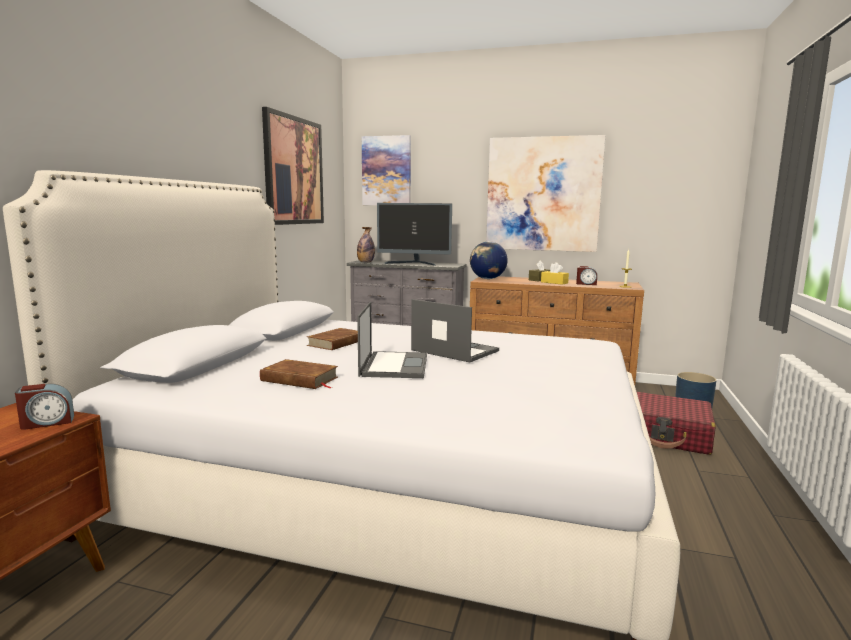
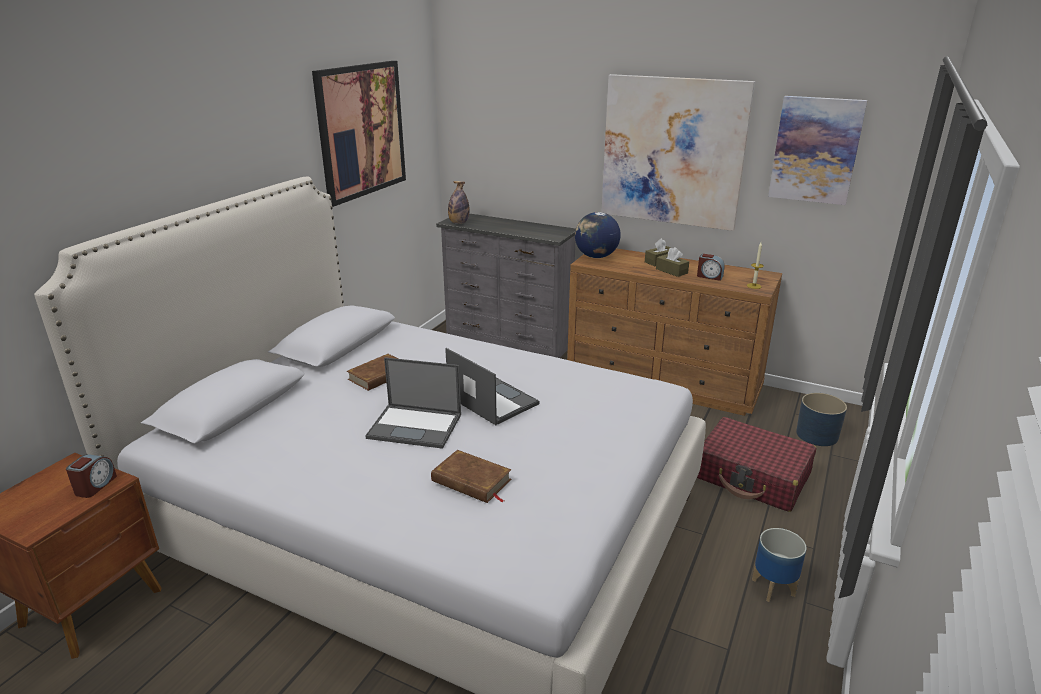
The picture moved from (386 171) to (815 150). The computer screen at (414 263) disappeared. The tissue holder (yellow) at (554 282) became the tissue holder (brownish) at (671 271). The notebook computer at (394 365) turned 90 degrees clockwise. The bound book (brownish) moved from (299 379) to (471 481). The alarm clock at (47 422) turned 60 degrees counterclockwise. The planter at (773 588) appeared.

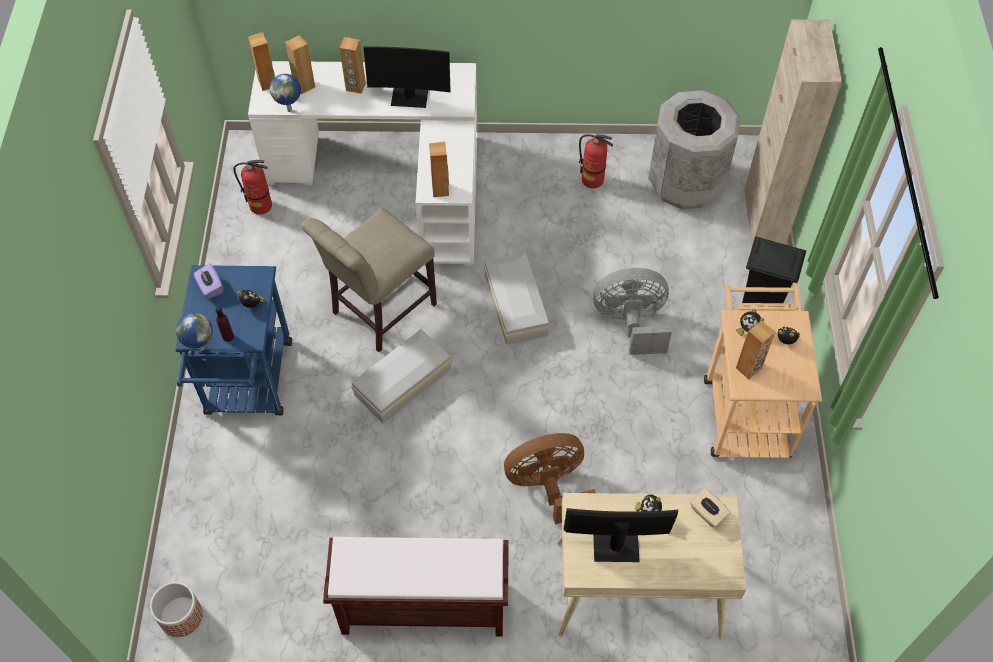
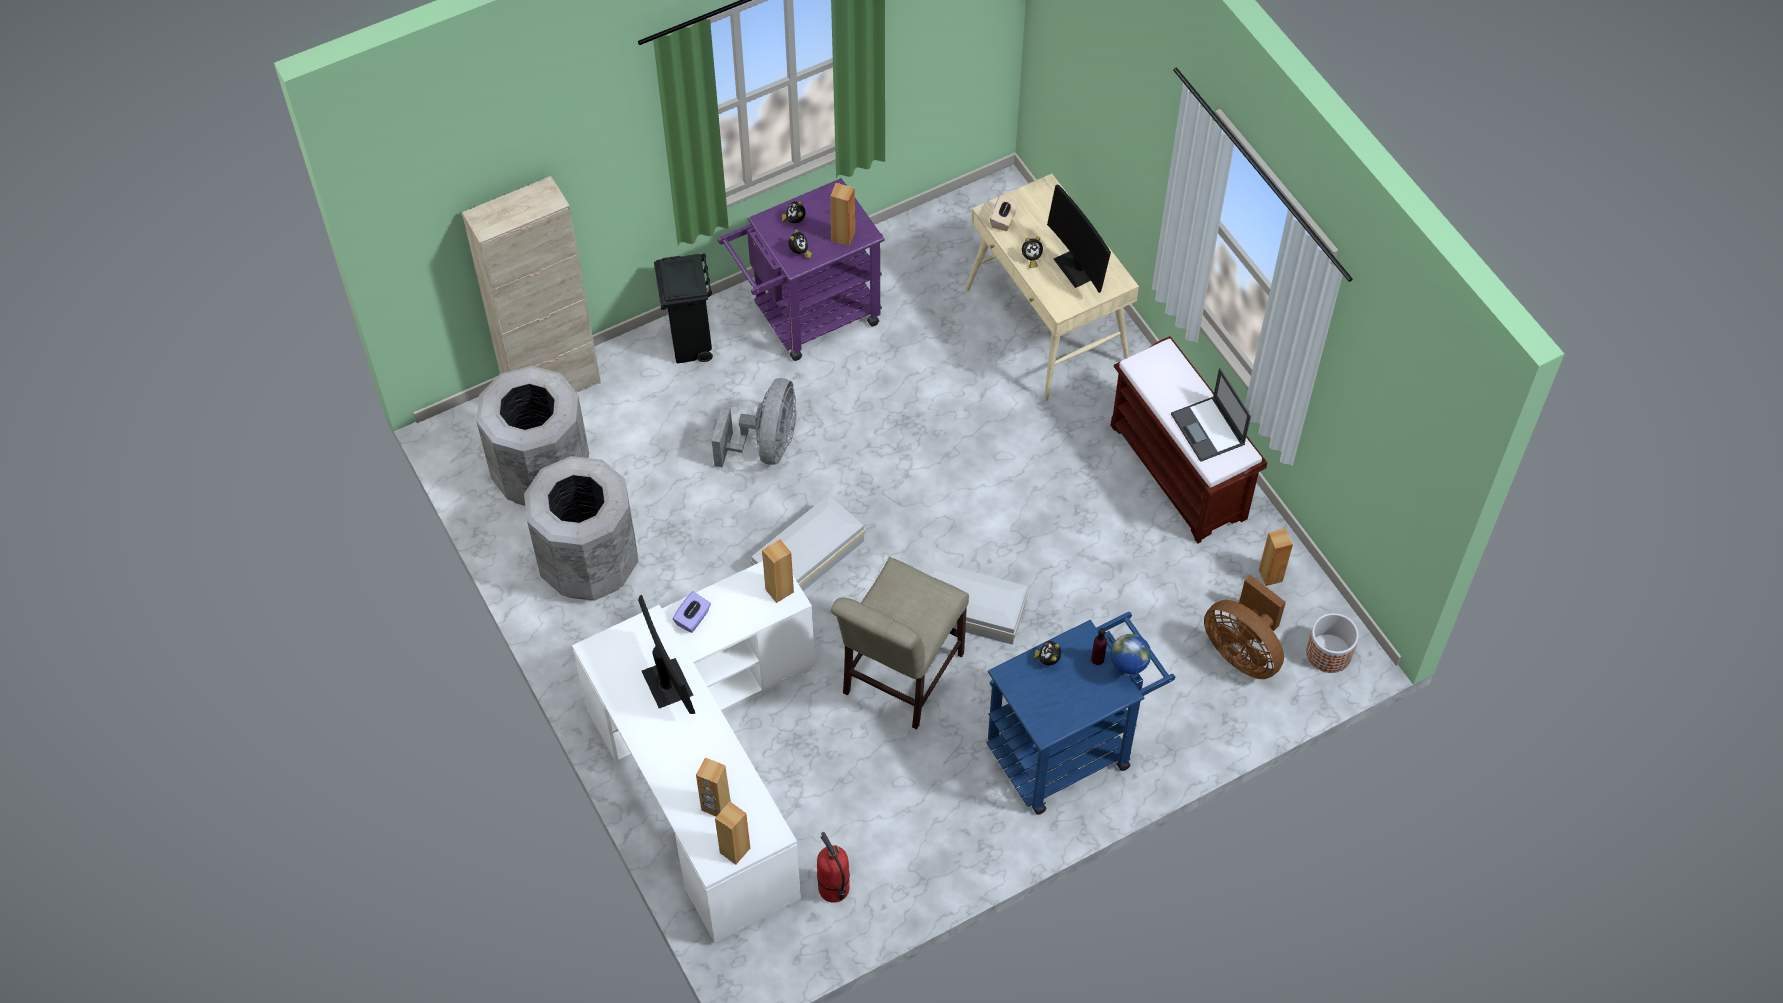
The speaker (brownish) moved from (355 87) to (1271 575). The globe at (290 109) disappeared. The extinguisher at (592 180) was replaced by the rubbish bin (greyish) at (588 564). The upright chair (beige) at (379 311) turned 105 degrees clockwise. The tissue holder (purple-coloured) moved from (210 287) to (693 619). The electric fan (greyish) at (631 323) turned 135 degrees counterclockwise. The wheeled cart (beige) at (745 408) became the wheeled cart (purple-coloured) at (807 318). The electric fan (brownish) moved from (548 486) to (1243 652). The notebook computer at (1208 430) appeared.

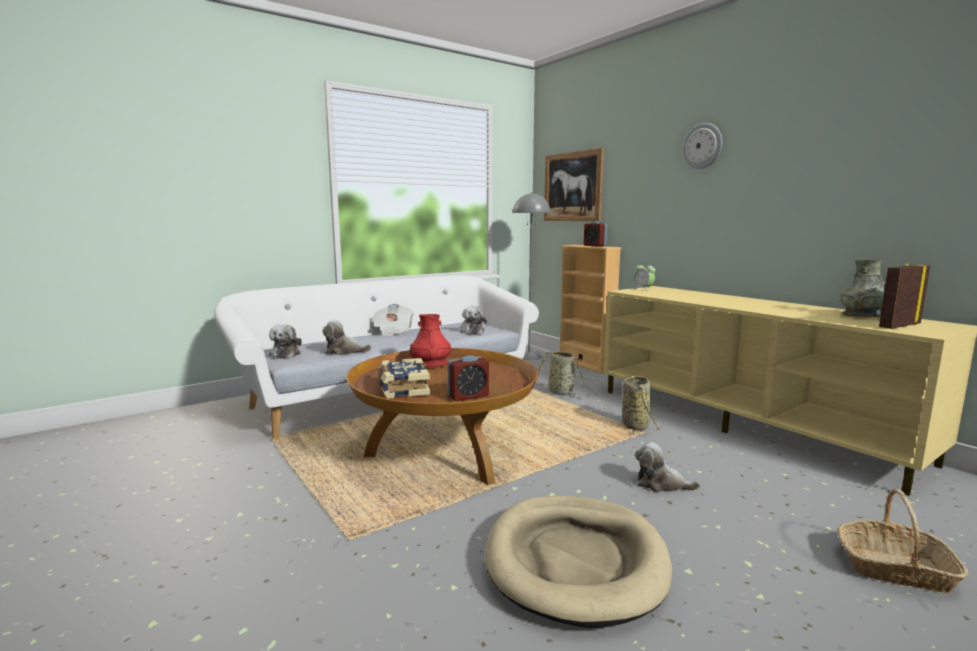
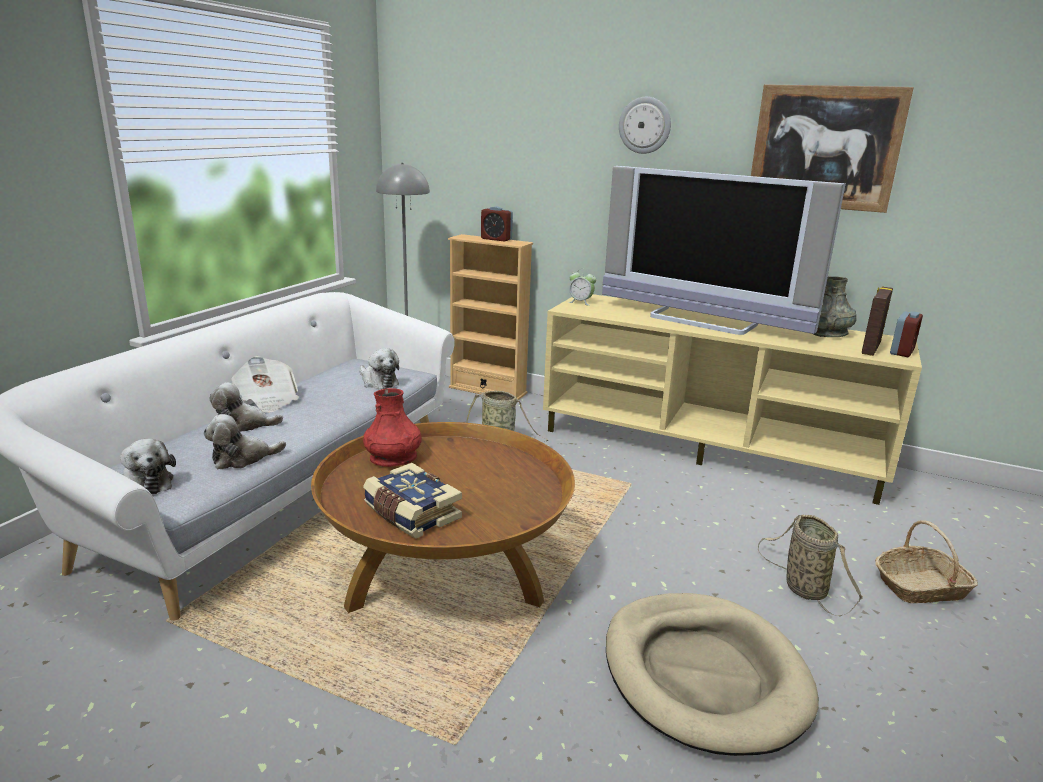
The picture moved from (572 187) to (825 148). The alarm clock moved from (468 396) to (902 352). The household basket moved from (635 425) to (802 587). The plush toy moved from (661 484) to (243 425). The television at (702 321) appeared.

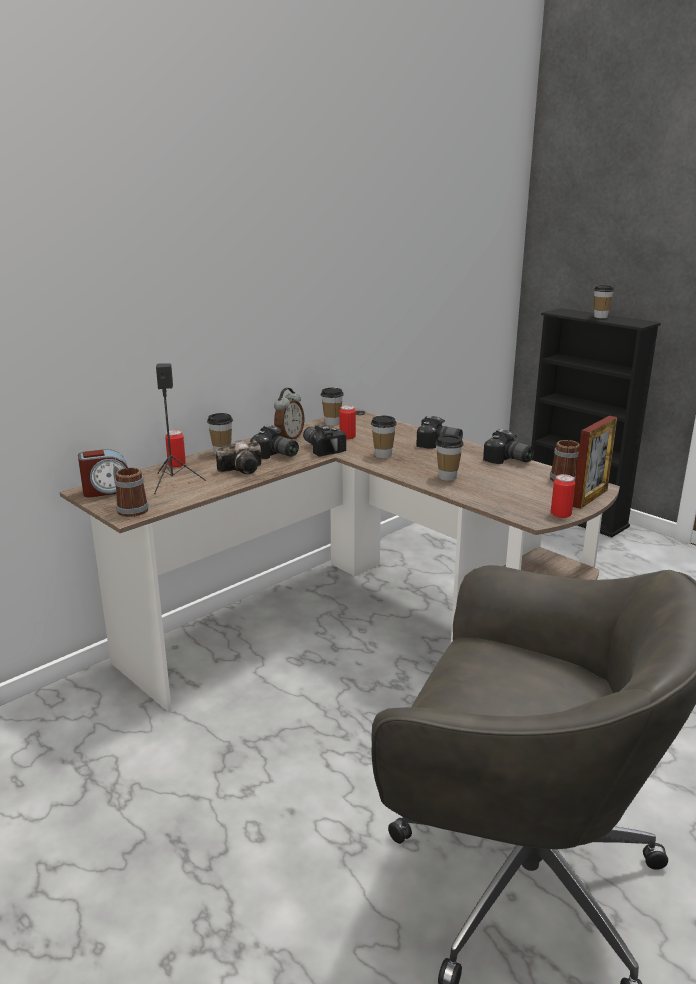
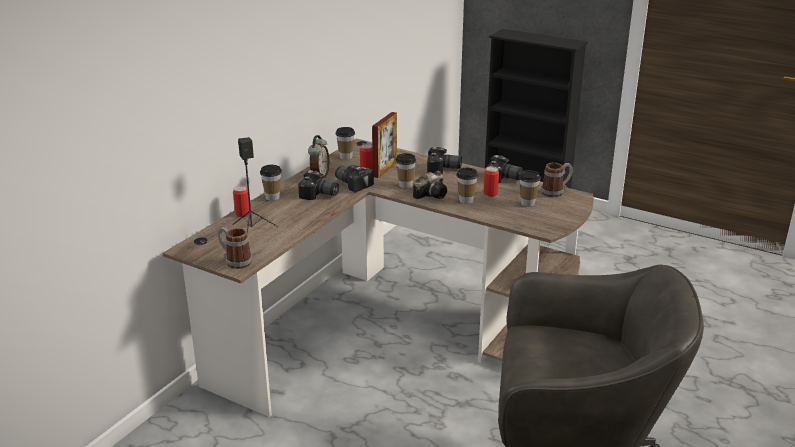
The cup moved from (600 317) to (527 203). The picture frame moved from (590 498) to (385 169). The still camera moved from (244 469) to (432 194). The alarm clock at (107 490) disappeared. The metal can moved from (561 514) to (490 193).

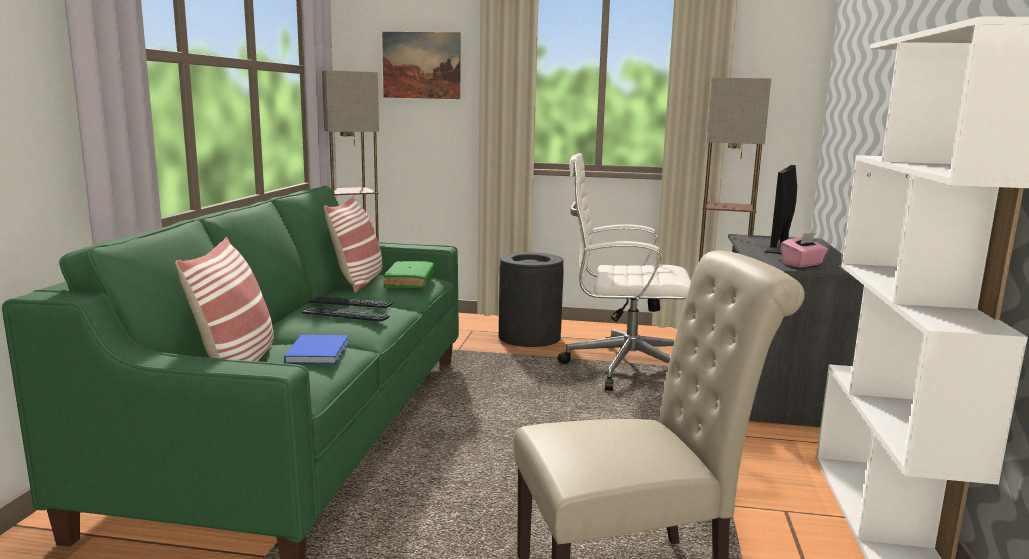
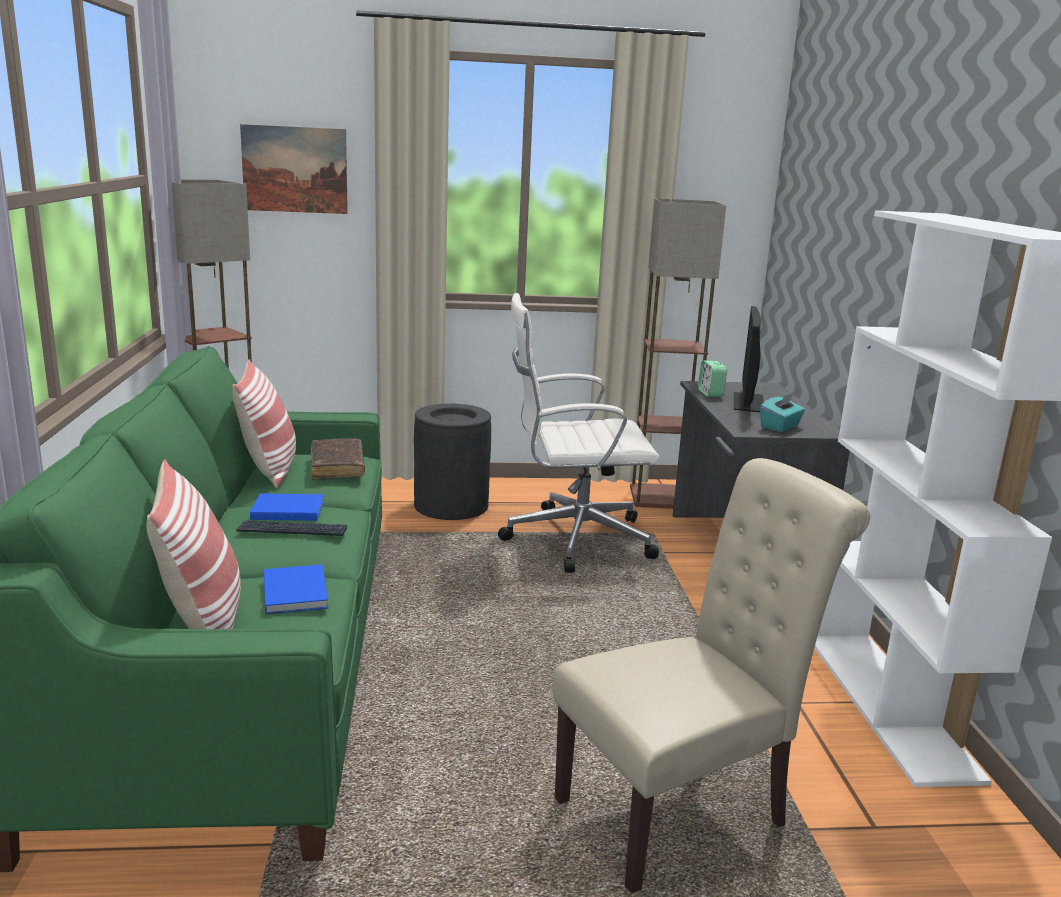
The tissue holder (pinkish) at (802 264) became the tissue holder (turquoise) at (780 427). The bound book (green) at (410 282) became the bound book (brownish) at (337 467). The PC keyboard at (350 304) was replaced by the bound book (blue-coloured) at (286 510). The alarm clock at (710 393) appeared.

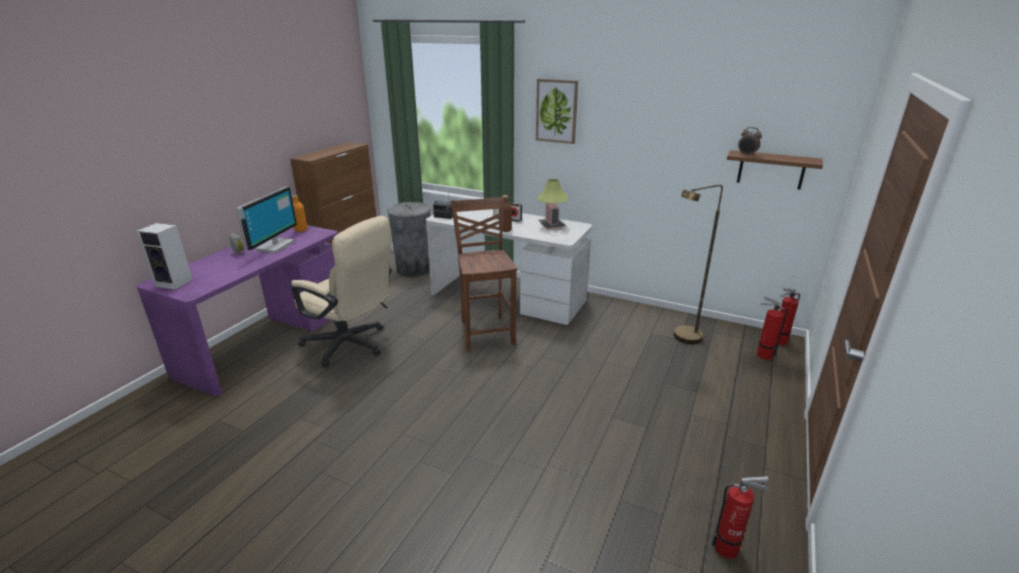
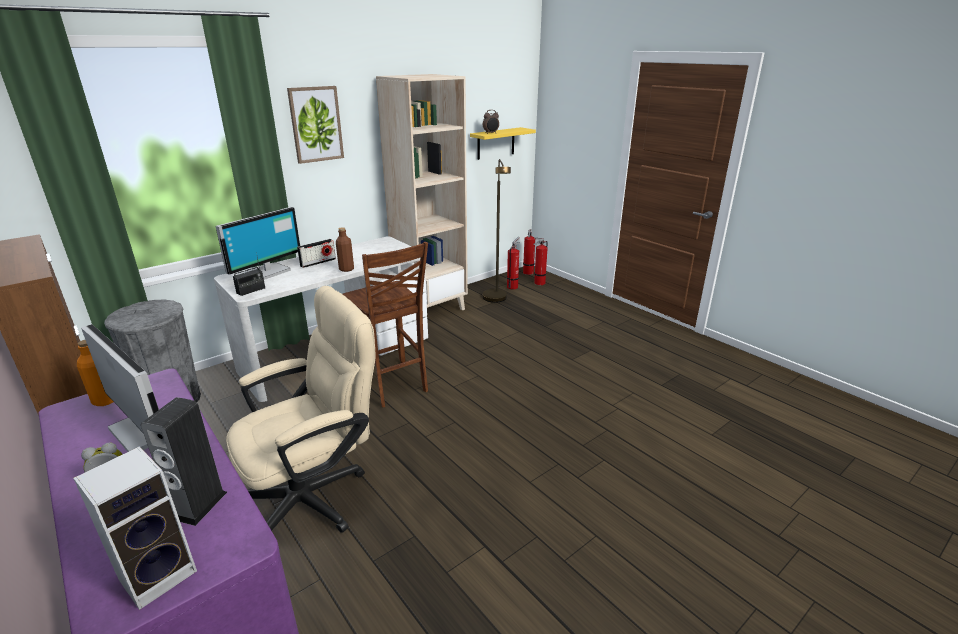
The wall shelf (brownish) at (771 170) became the wall shelf (yellow) at (496 143). The tabletop lamp at (551 225) disappeared. The upright chair (brownish) at (486 332) turned 135 degrees counterclockwise. The extinguisher moved from (729 548) to (513 286). The shelving unit (beige) at (431 309) appeared. The computer screen at (267 272) appeared. The speaker at (199 505) appeared.

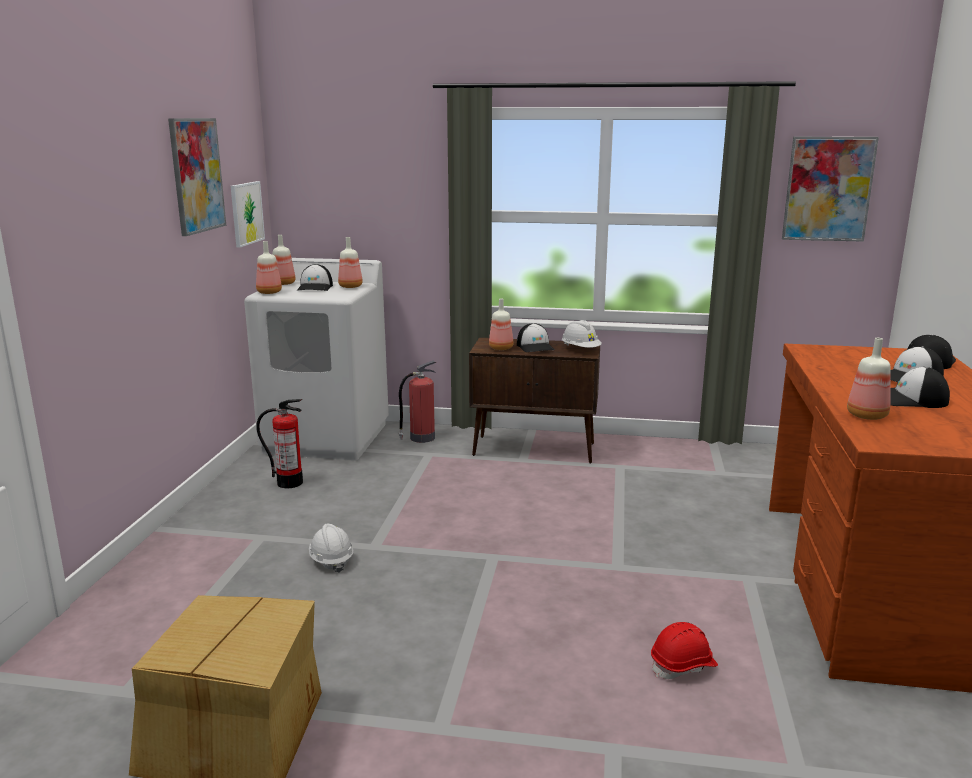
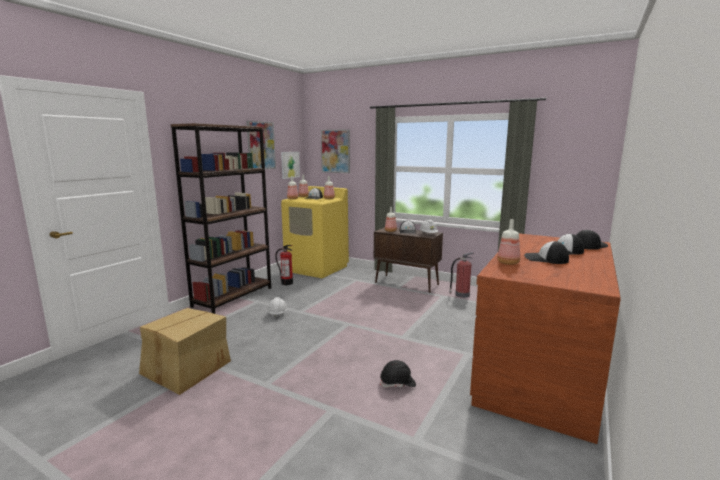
The picture moved from (828 189) to (335 151). The laundry machine (white-coloured) at (327 438) became the laundry machine (yellow) at (317 268). The extinguisher moved from (421 438) to (461 295). The hard hat (red) at (683 666) became the hard hat (black) at (398 384). The shelving unit (brownish) at (233 297) appeared.

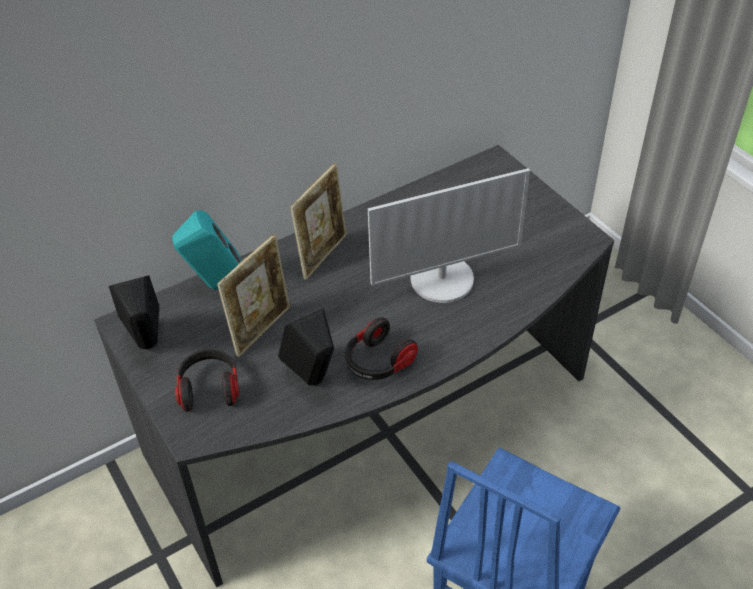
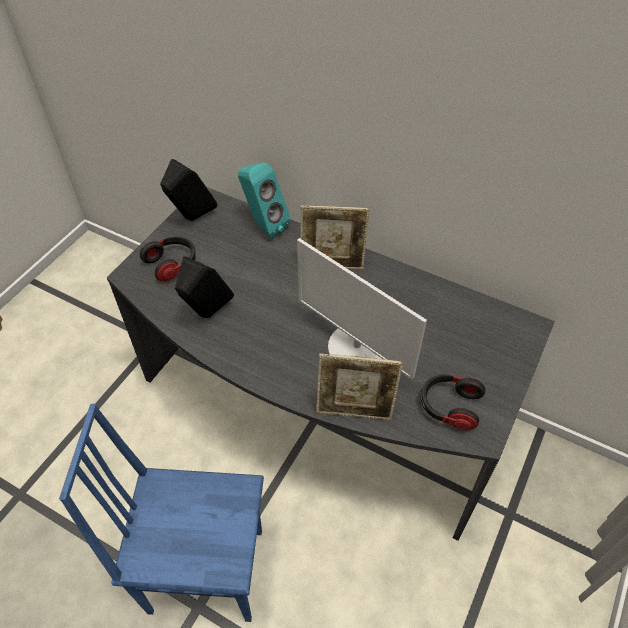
The picture frame moved from (261 329) to (354 412). The pair of headphones moved from (378 362) to (449 406).

